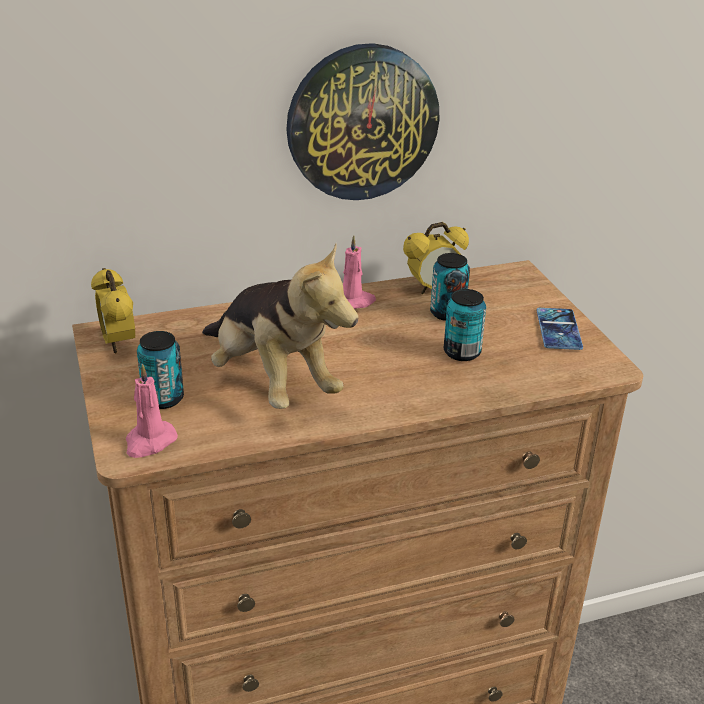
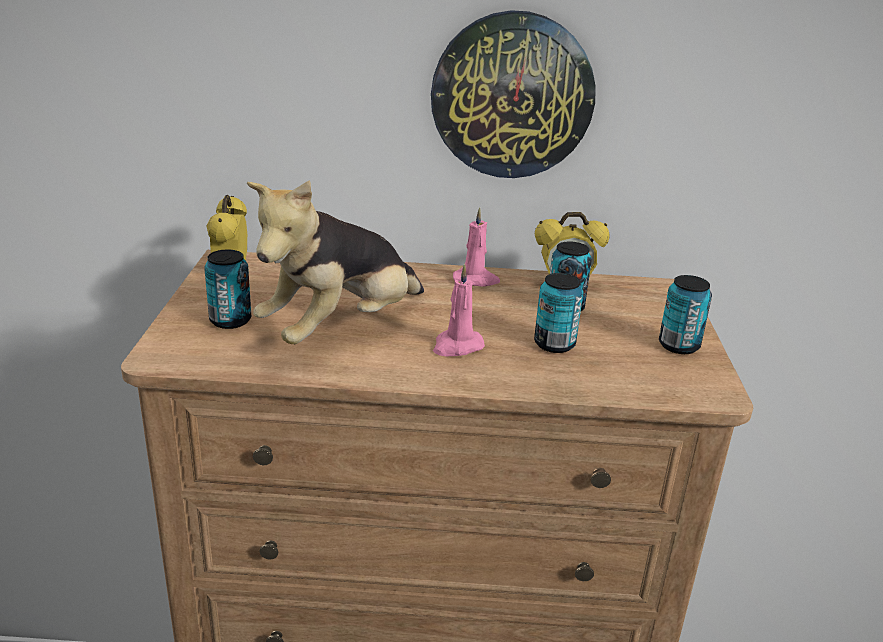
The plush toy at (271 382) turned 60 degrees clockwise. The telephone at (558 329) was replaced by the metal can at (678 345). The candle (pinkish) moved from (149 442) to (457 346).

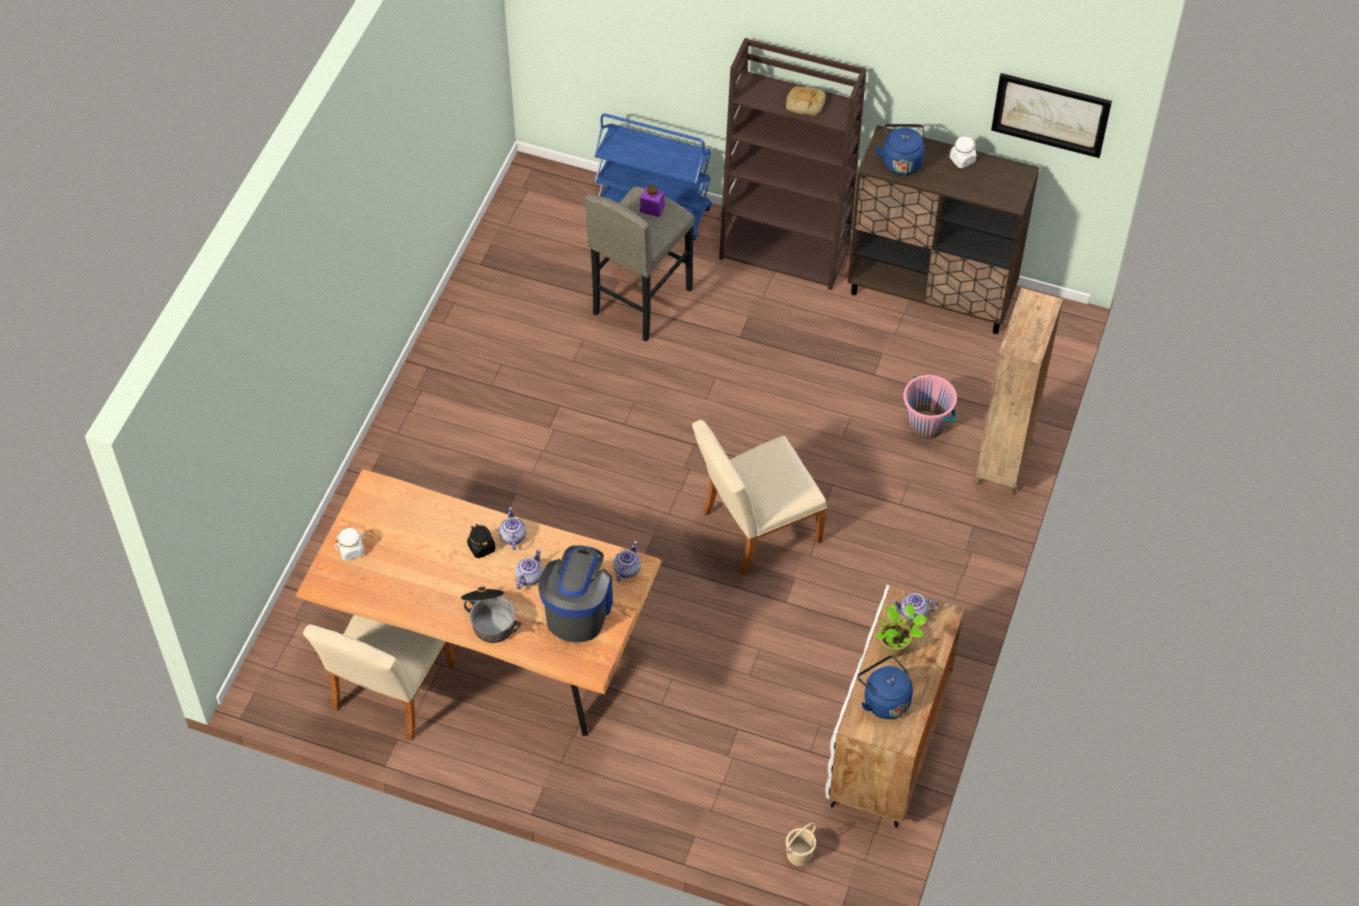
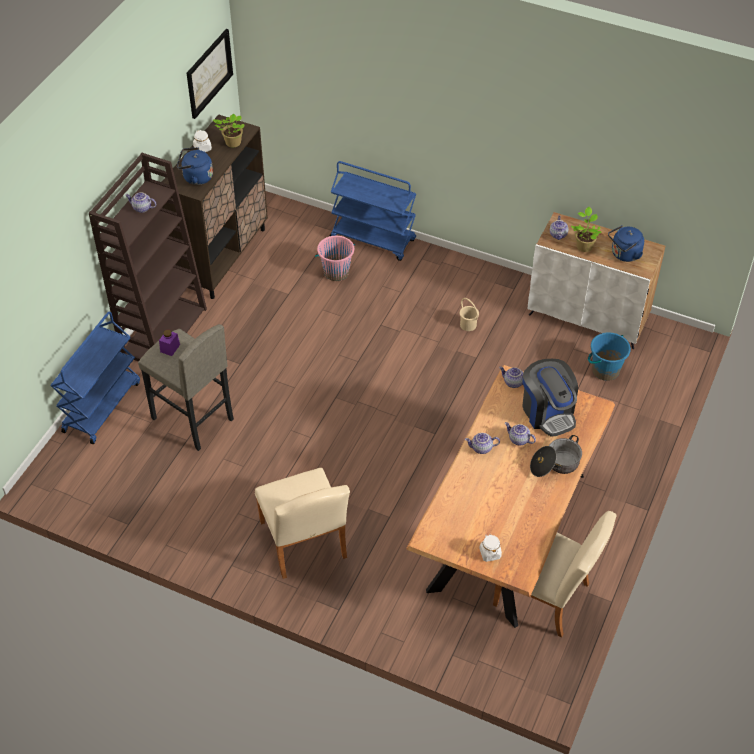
The bread at (804 104) was replaced by the pot for tea at (141 208). The shelving unit (brownish) at (1002 464) was replaced by the wheeled cart (blue-coloured) at (373 239). The upright chair (beige) moved from (754 529) to (305 545). The storage jar (black) at (481 547) disappeared. The coffee maker at (578 610) turned 135 degrees counterclockwise. The bucket (beige) moved from (800 854) to (468 324). The plant in a pot at (232 143) appeared. The bucket (blue-coloured) at (605 370) appeared.

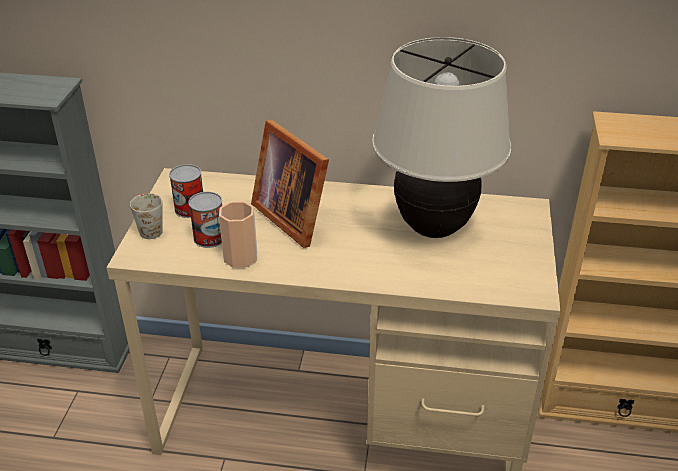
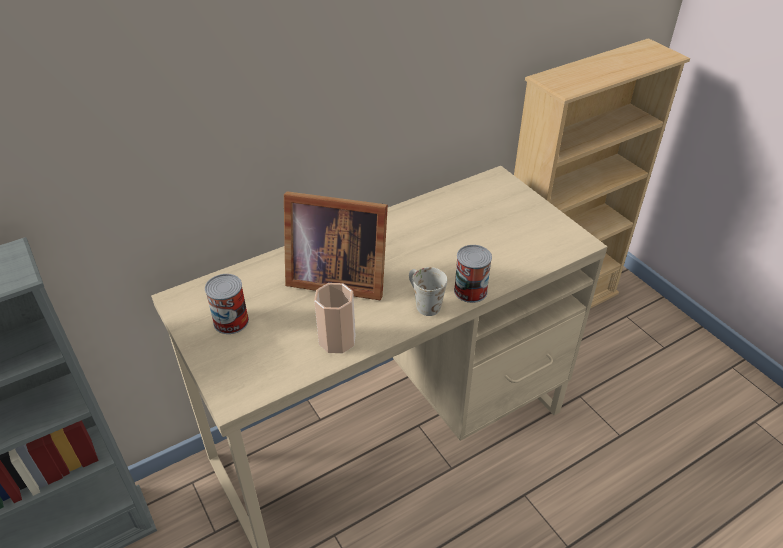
The tabletop lamp (beige) at (433 229) disappeared. The metal can moved from (209 237) to (470 291). The coffee mug (white-coloured) moved from (153 228) to (423 303).

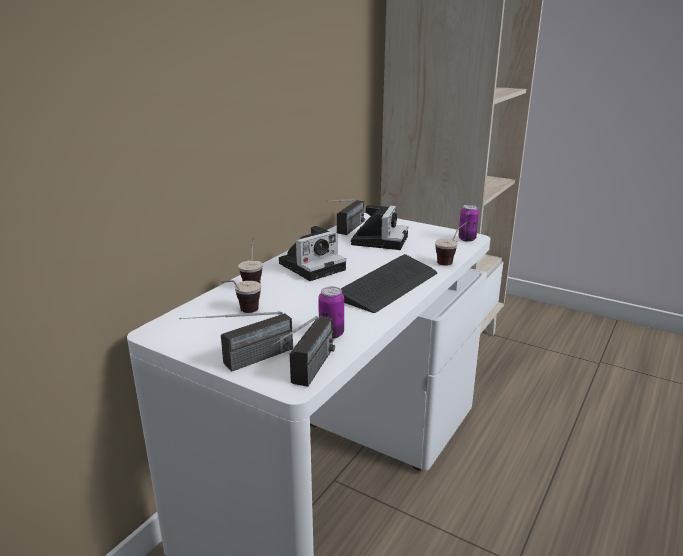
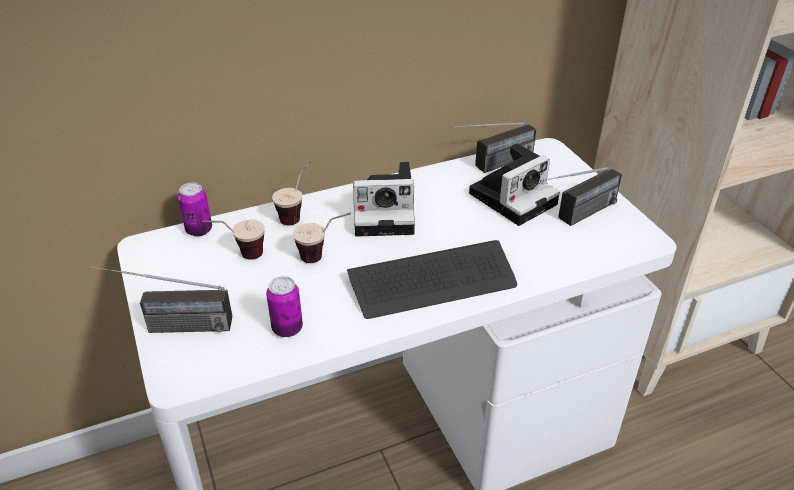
The metal can moved from (467 239) to (199 230). The cup moved from (450 261) to (324 256). The radio receiver moved from (307 376) to (576 217).

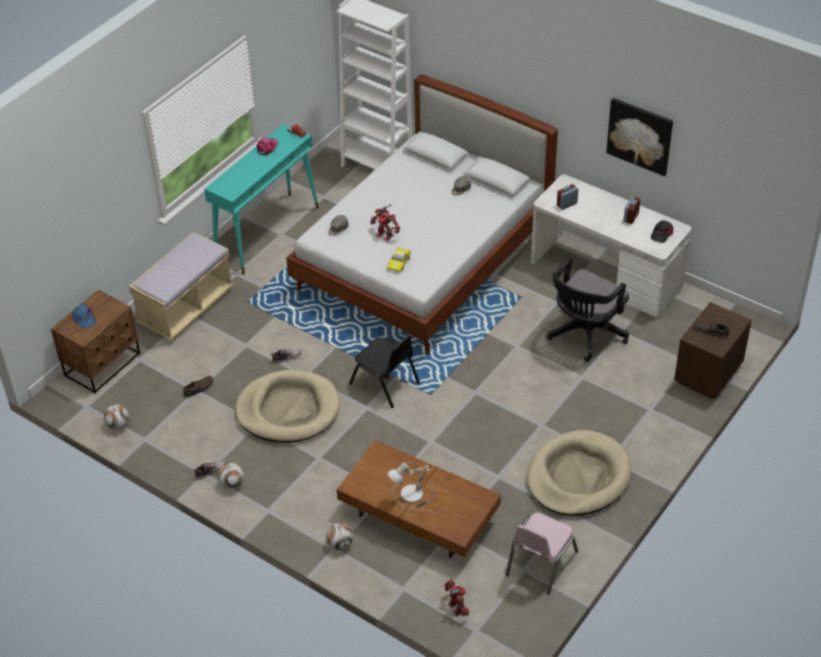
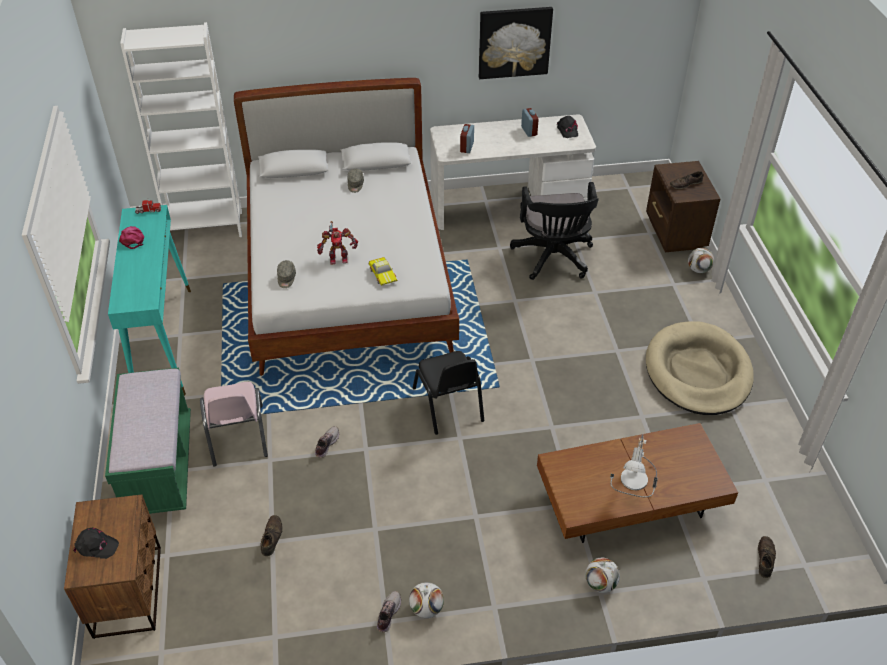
The indoor bench (beige) at (186 308) became the indoor bench (green) at (159 466). The peaked cap (blue-coloured) at (84 318) became the peaked cap (black) at (96 546). The upright chair (black) at (385 383) turned 75 degrees clockwise. The dog bed (beige) at (288 410) disappeared. The football moved from (118 425) to (698 270). The upright chair (pinkish) moved from (540 563) to (237 436). The toy robot at (456 608) was replaced by the low shoe (brownish) at (765 558).

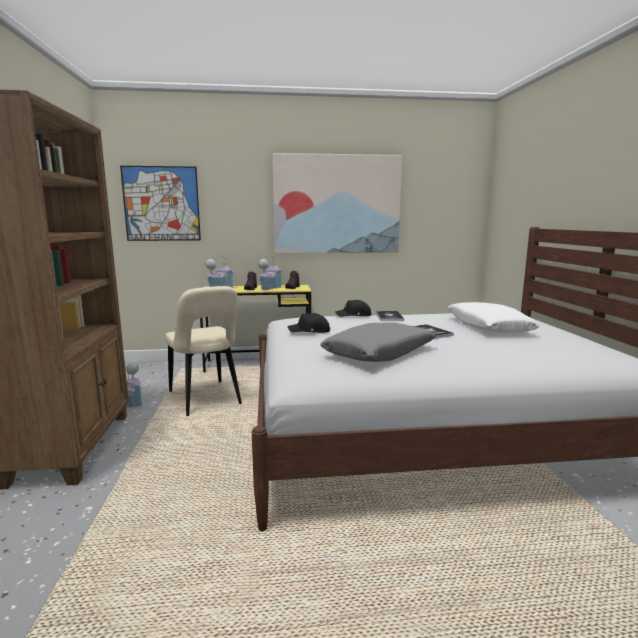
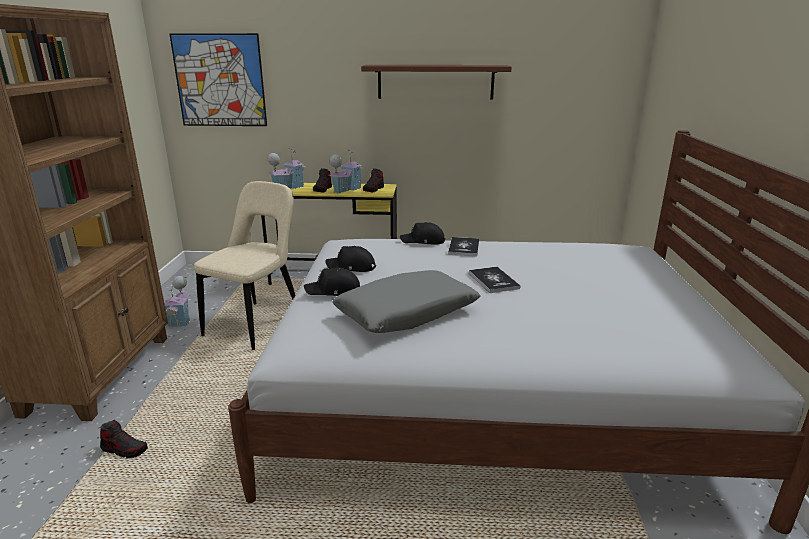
The picture at (337 204) was replaced by the wall shelf (brownish) at (435 82). The upright chair (beige) at (206 399) turned 135 degrees counterclockwise. The cushion (white-coloured) at (488 327) disappeared. The peaked cap (black) at (333 291) appeared. The low shoe at (124 449) appeared.

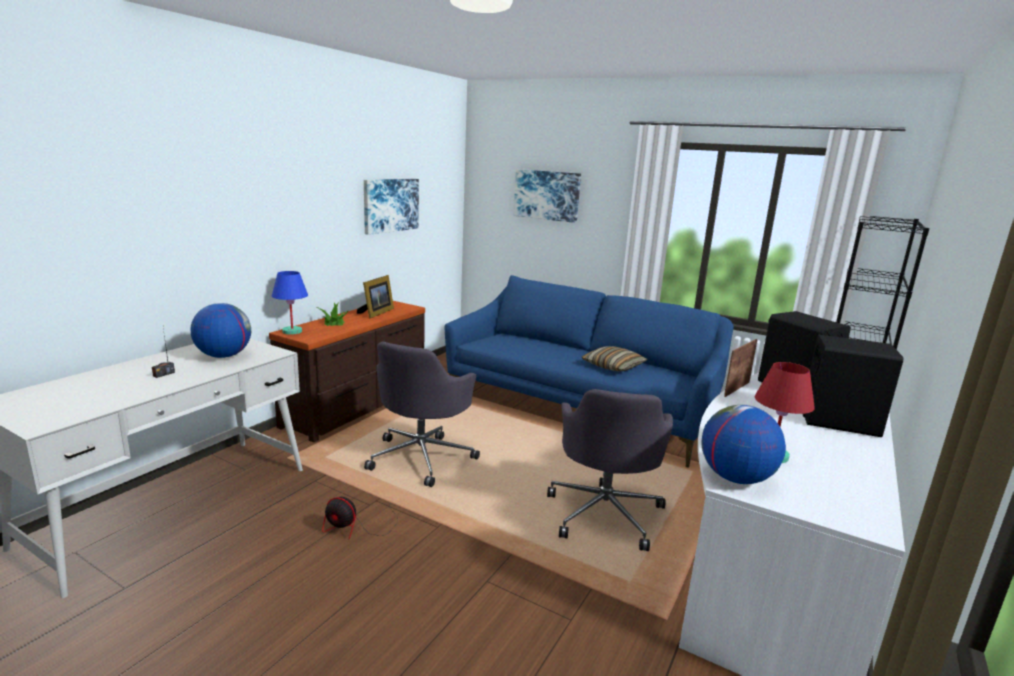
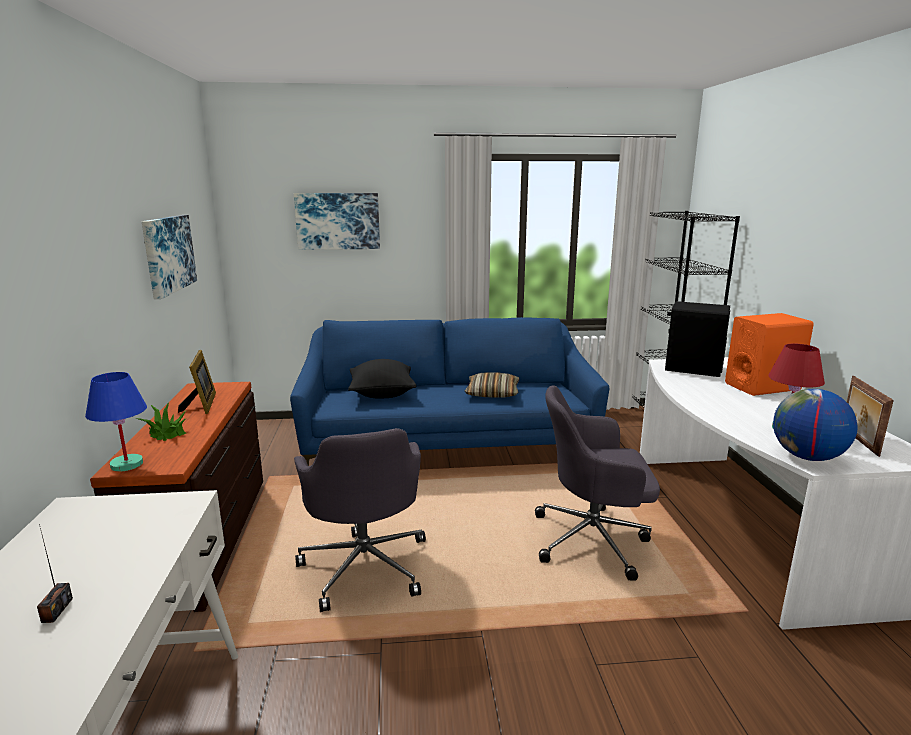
The globe at (223 356) disappeared. The speaker (black) at (840 422) became the speaker (orangey) at (762 386). The picture frame moved from (736 388) to (858 440). The desk chair (greyish) at (605 512) turned 120 degrees clockwise. The electric fan at (358 527) disappeared. The cushion (black) at (382 394) appeared.

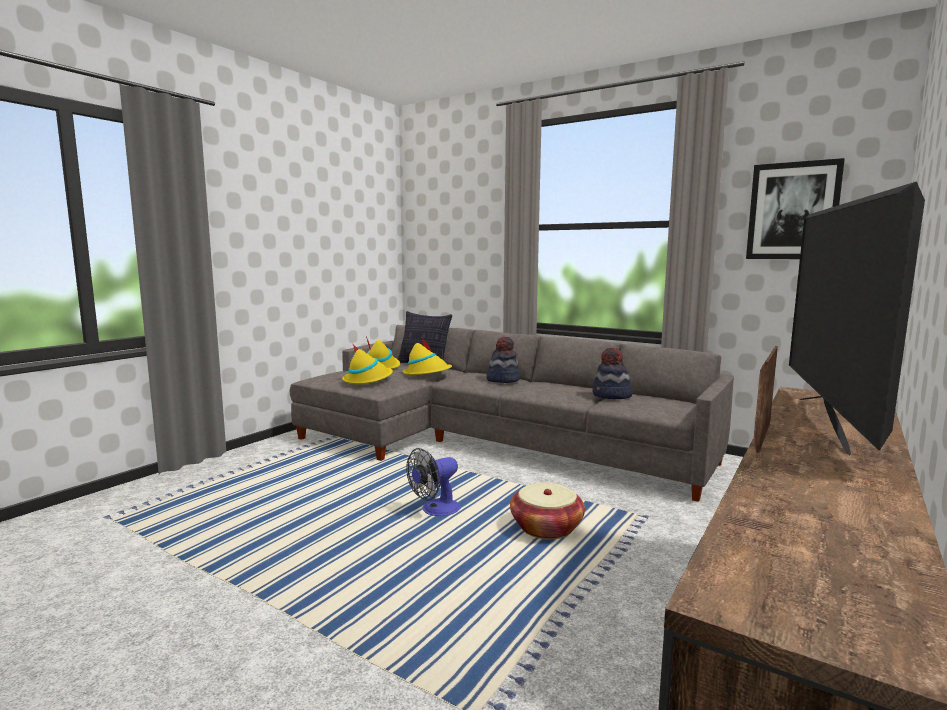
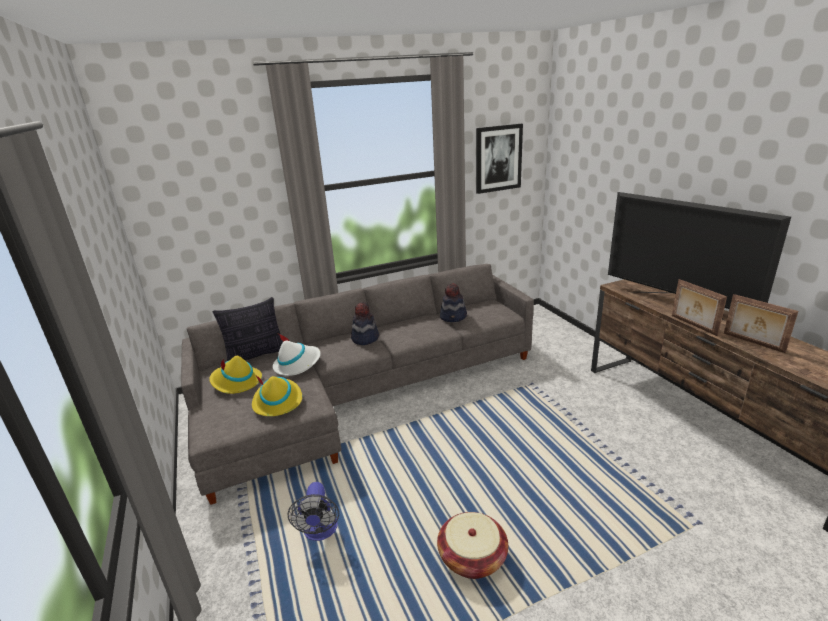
The hat (yellow) at (427 373) became the hat (white-coloured) at (297 364). The electric fan moved from (435 510) to (320 532). The household basket moved from (546 528) to (472 558). The picture frame at (752 343) appeared.

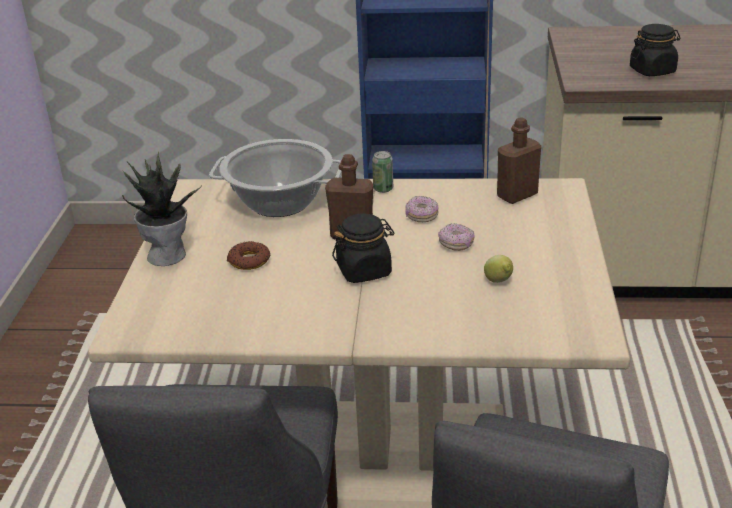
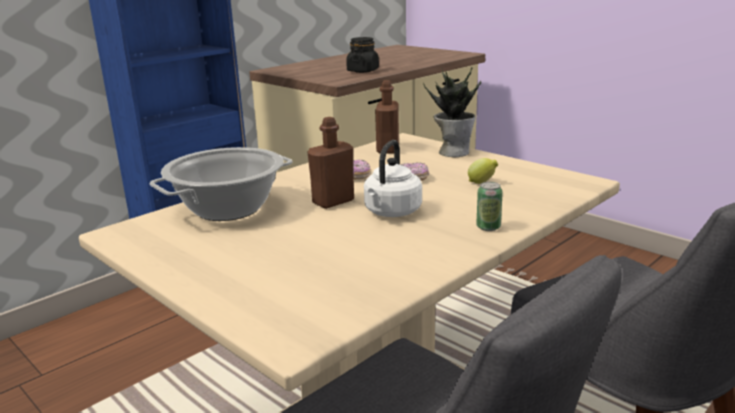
The metal can moved from (383 189) to (488 227). The plant in a pot moved from (168 255) to (453 152). The storage jar (black) at (364 271) was replaced by the tea kettle (white-coloured) at (391 212). The donut at (249 261) disappeared.

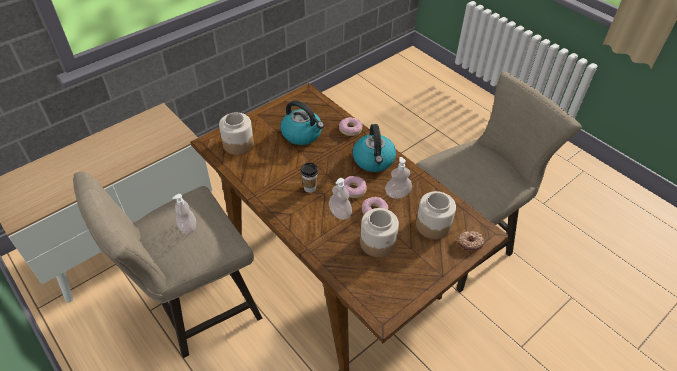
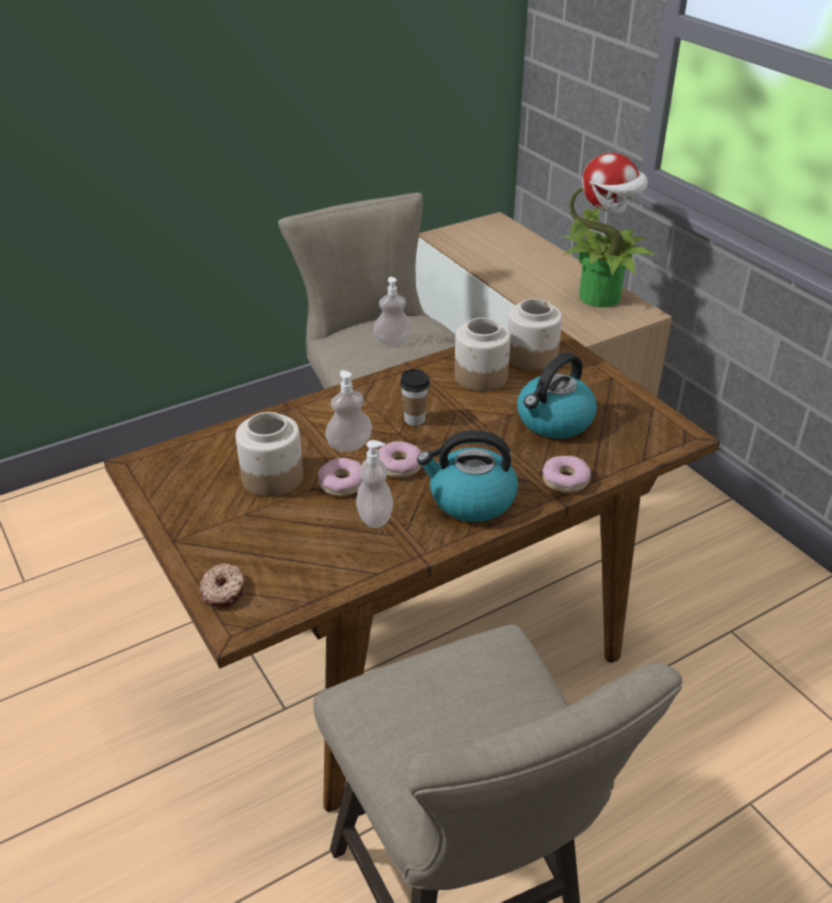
The storage jar moved from (432 225) to (481 377). The plant in a pot at (601 297) appeared.

